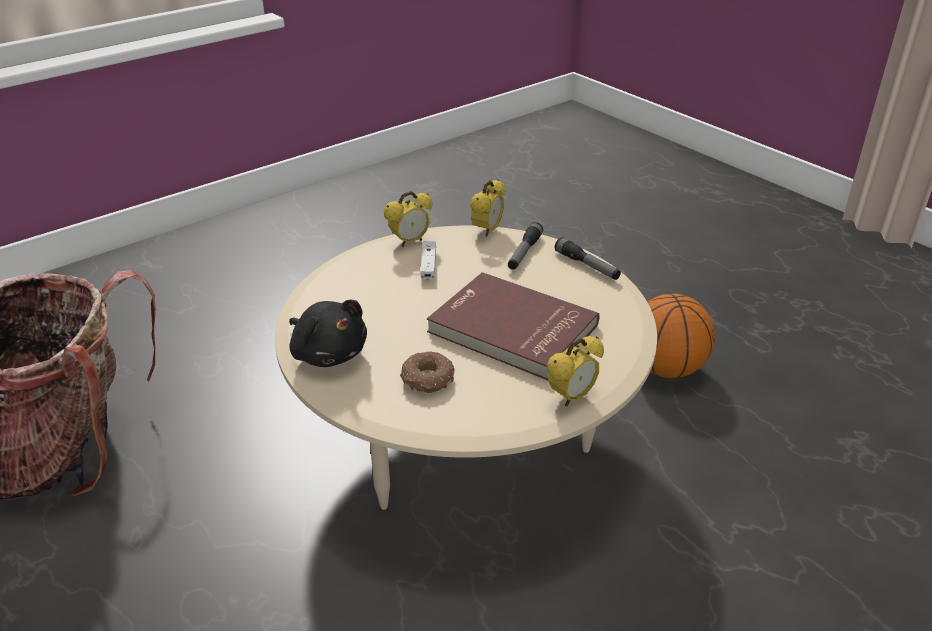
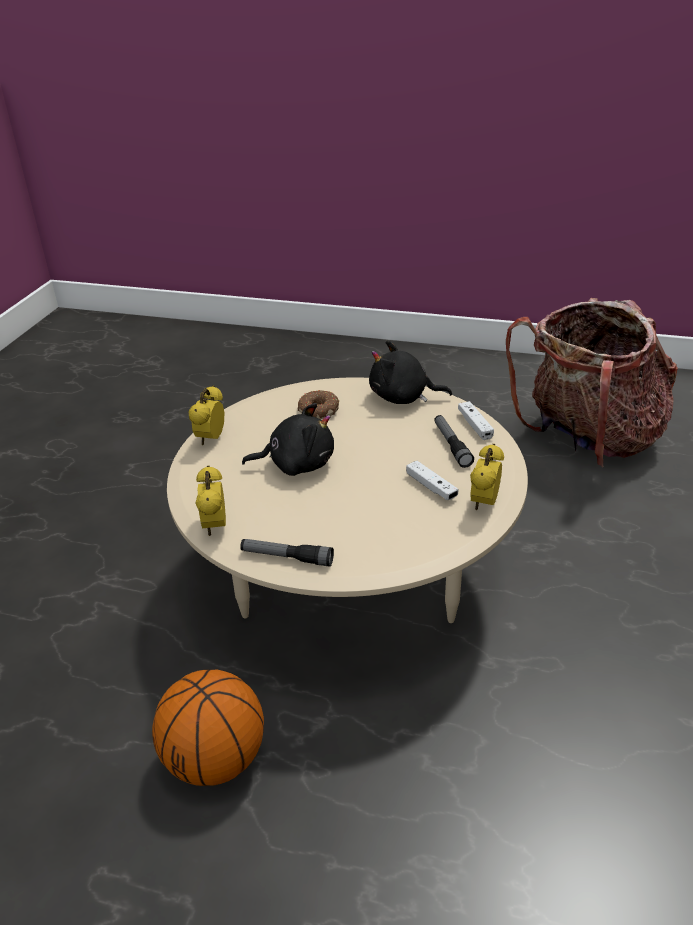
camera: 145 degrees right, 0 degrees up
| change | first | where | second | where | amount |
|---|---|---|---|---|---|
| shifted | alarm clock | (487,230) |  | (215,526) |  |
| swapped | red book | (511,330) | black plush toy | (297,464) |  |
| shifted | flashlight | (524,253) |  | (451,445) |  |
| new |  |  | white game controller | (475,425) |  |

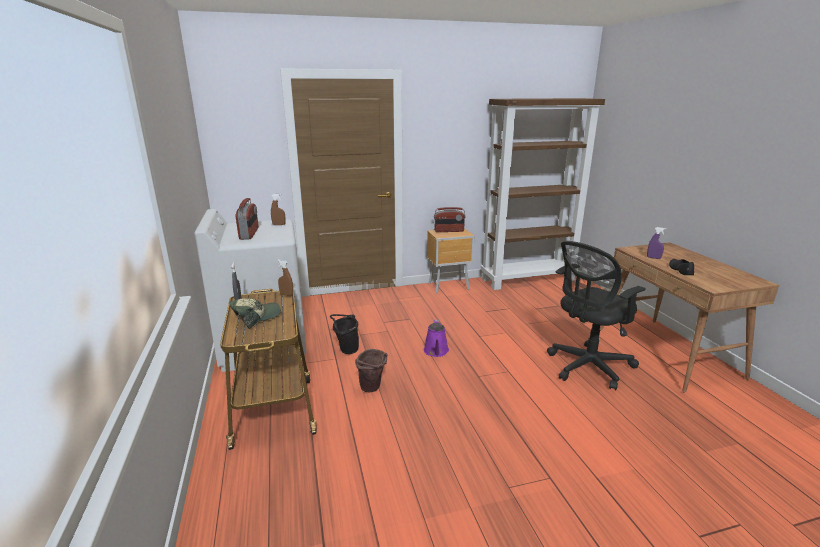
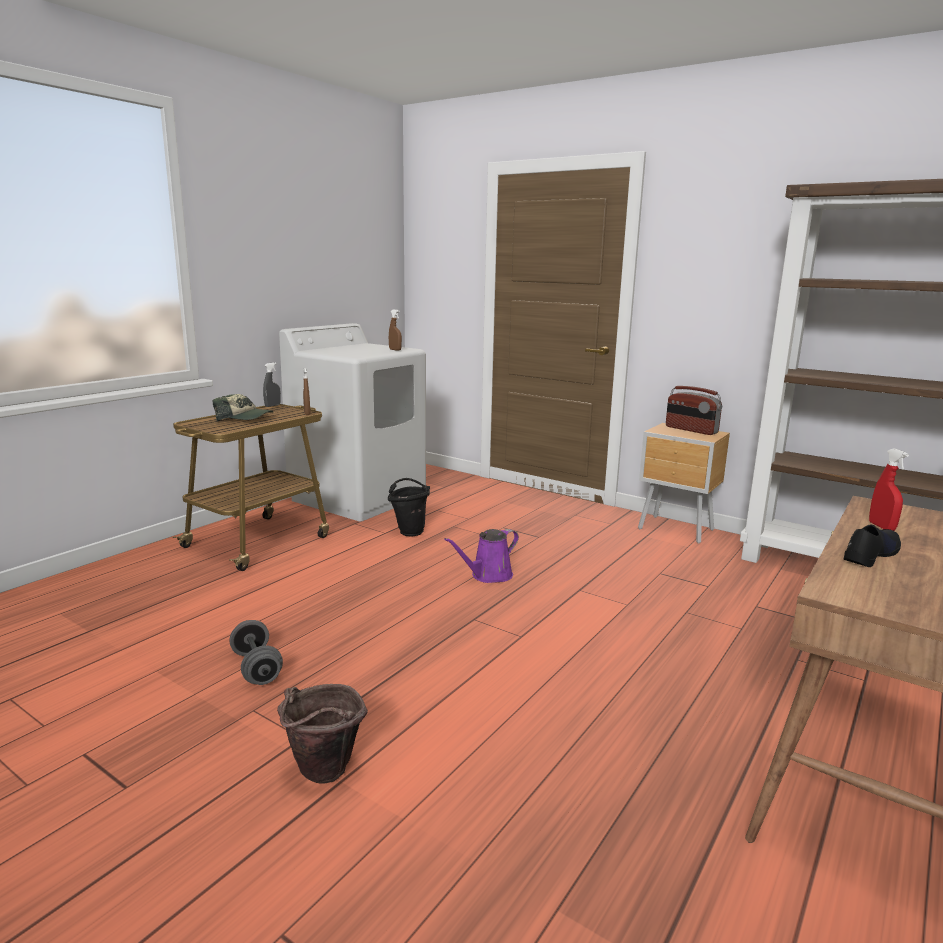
camera: 50 degrees right, 5 degrees down
| change | first | where | second | where | amount |
|---|---|---|---|---|---|
| new |  |  | grey dumbbell | (256,668) |  |
| shifted | brown bucket | (372,389) |  | (322,776) |  |
| repainted | purple spray bottle | (653,258) | red spray bottle | (881,527) |  |
| gone | radio | (249,234) |  |  |  |
| gone | black office chair | (586,367) |  |  |  |

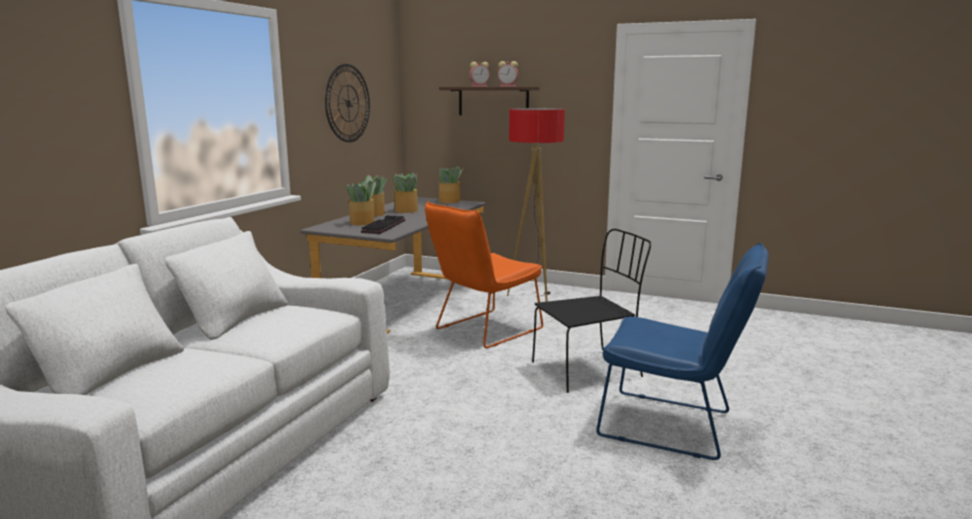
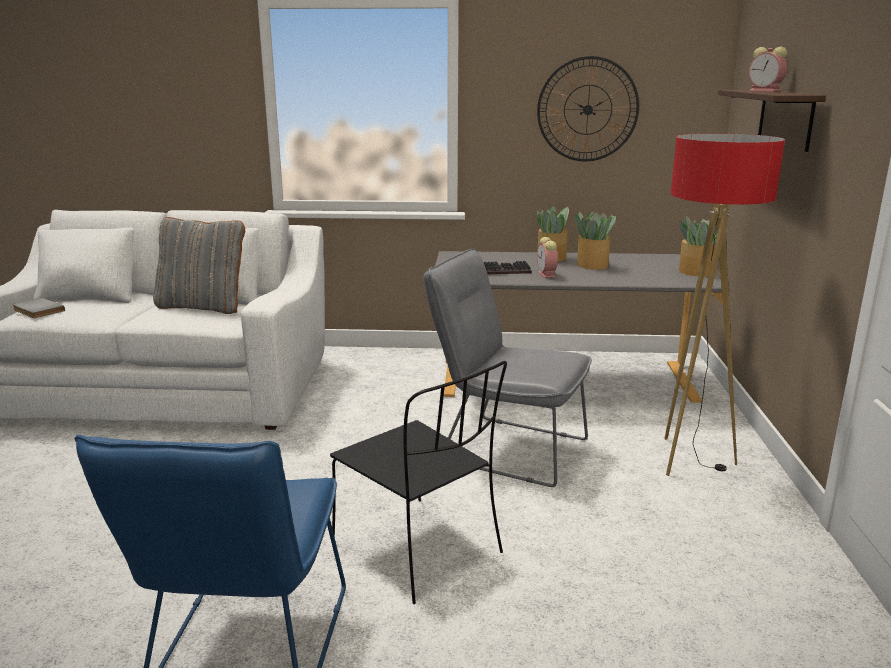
camera: 70 degrees right, 5 degrees up
| change | first | where | second | where | amount |
|---|---|---|---|---|---|
| new |  |  | grey book | (37,310) |  |
| new |  |  | grey pillow | (203,307) |  |
| repainted | orange chair | (483,330) | grey chair | (505,448) |  |
| shifted | alarm clock | (508,86) |  | (547,275) |  |
| gone | potted plant | (363,222) |  |  |  |

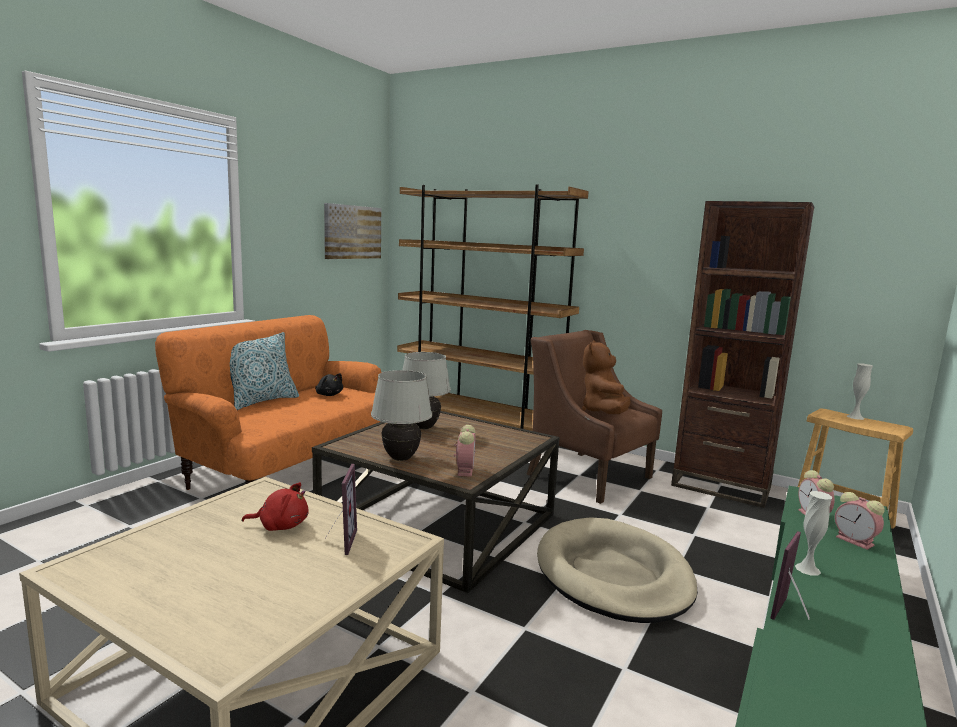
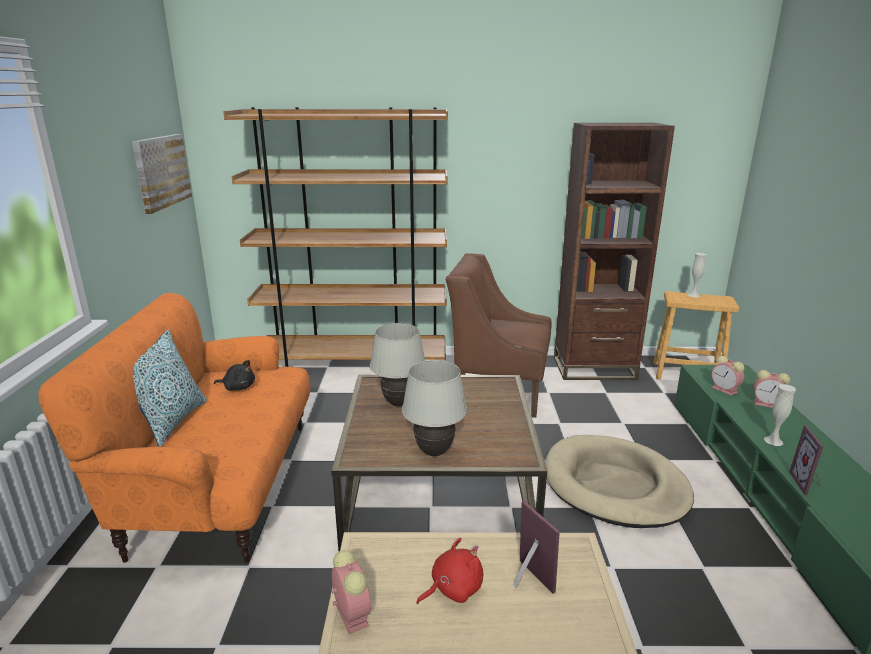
camera: 30 degrees left, 10 degrees up
| change | first | where | second | where | amount |
|---|---|---|---|---|---|
| shifted | alarm clock | (465,470) |  | (350,613) |  |
| gone | brown plush toy | (604,412) |  |  |  |

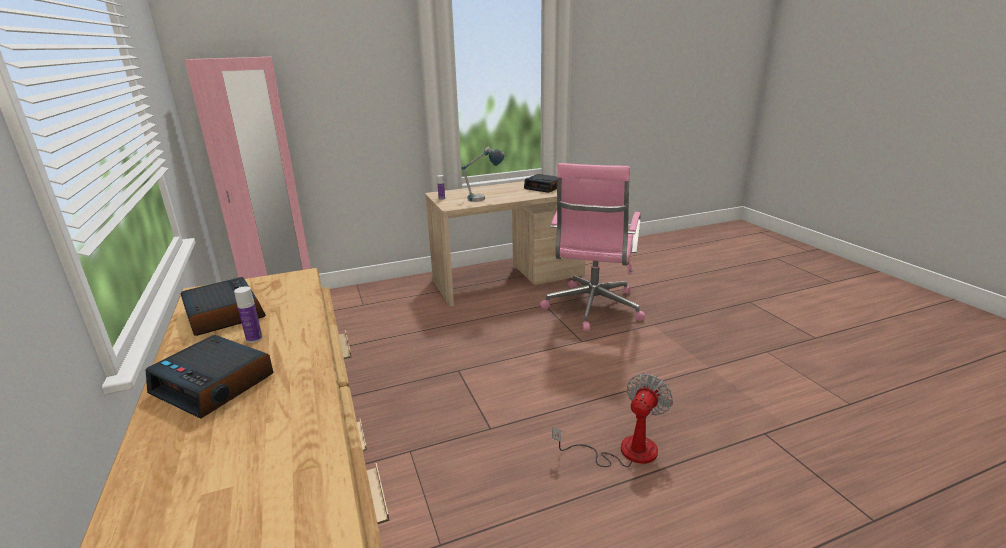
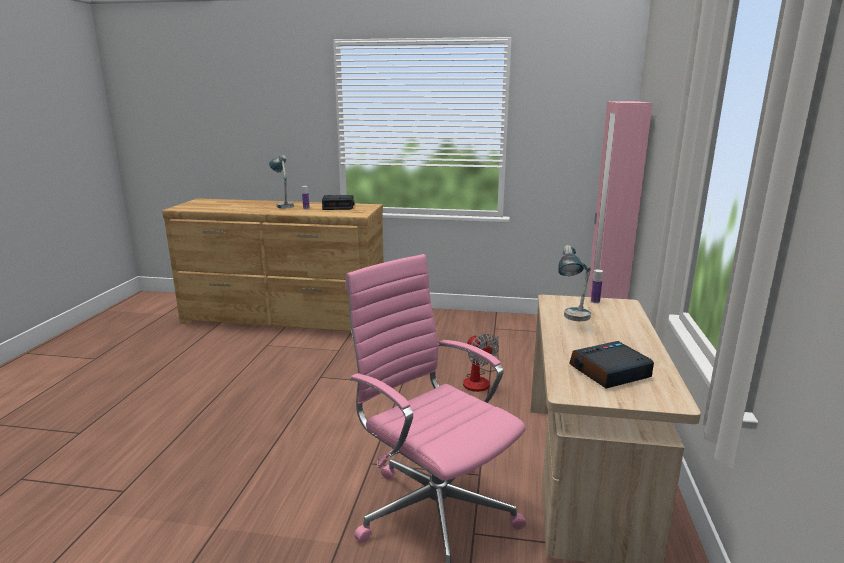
camera: 120 degrees right, 5 degrees down
| change | first | where | second | where | amount |
|---|---|---|---|---|---|
| swapped | alarm clock | (215,384) | table lamp | (283,205) |  |
| shifted | fan | (624,451) |  | (480,380) |  |

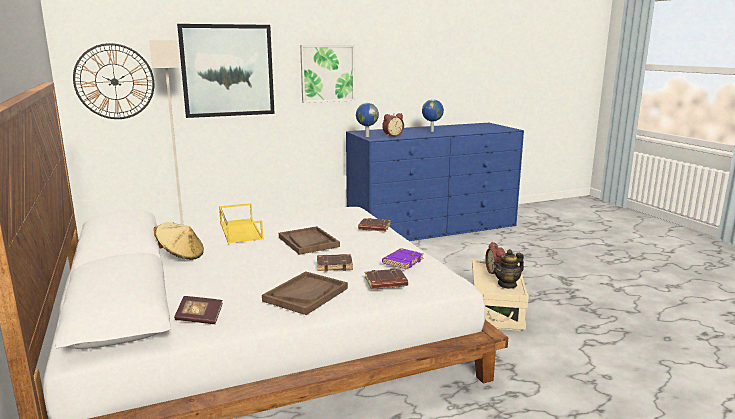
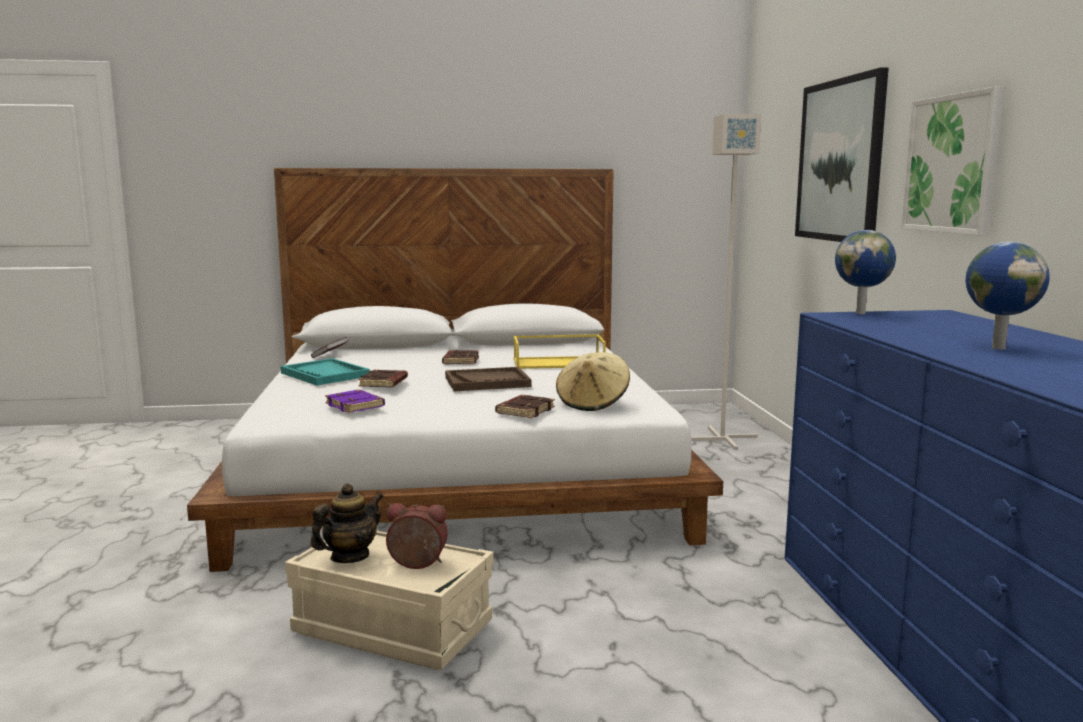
camera: 105 degrees right, 5 degrees down
| change | first | where | second | where | amount |
|---|---|---|---|---|---|
| repainted | brown tray | (306,294) | turquoise tray | (325,374) |  |
| rotated | teapot | (507,284) |  | (349,557) | 60 degrees clockwise |
| shifted | brown book | (385,283) |  | (460,361) |  |
| shifted | beige hat | (181,256) |  | (593,403) |  |
| gone | wall clock | (114,81) |  |  |  |
| gone | alarm clock | (392,135) |  |  |  |

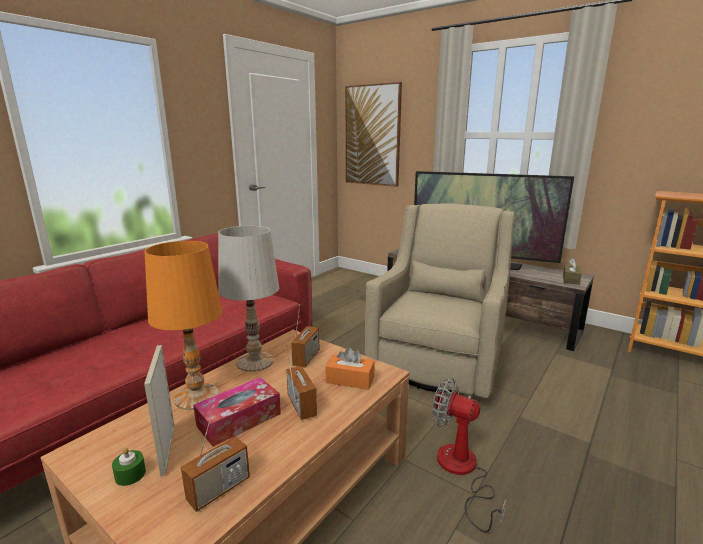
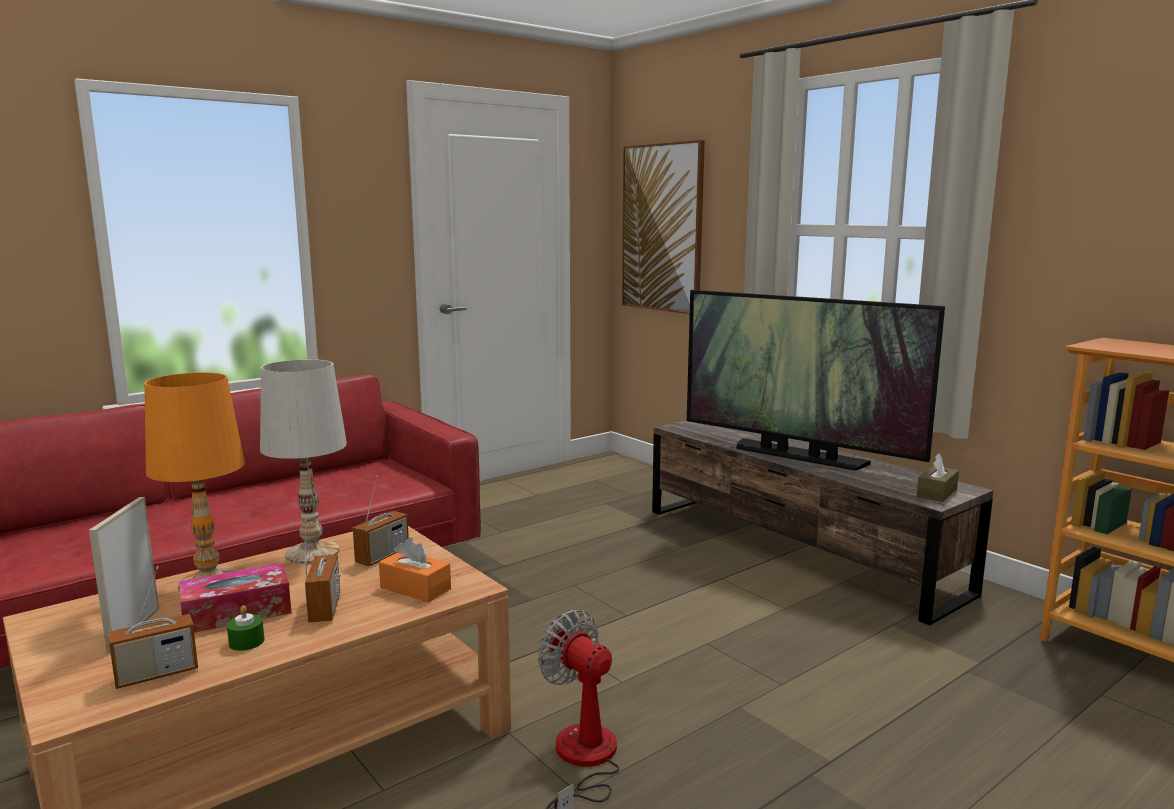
camera: 15 degrees right, 5 degrees down
| change | first | where | second | where | amount |
|---|---|---|---|---|---|
| shifted | green candle | (130,475) |  | (246,642) |  |
| gone | beige armchair | (438,363) |  |  |  |

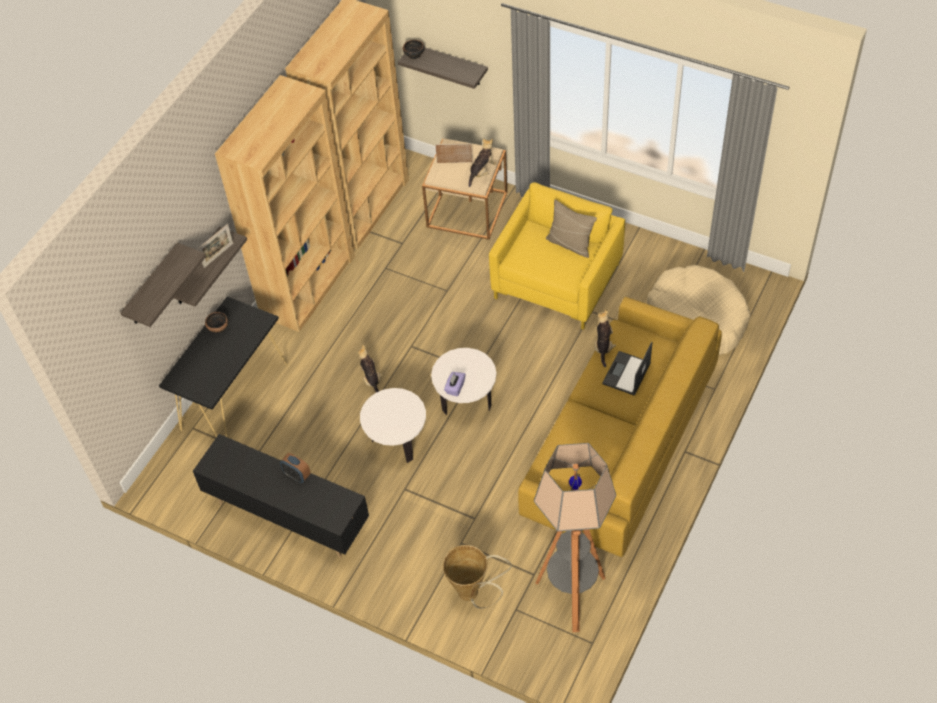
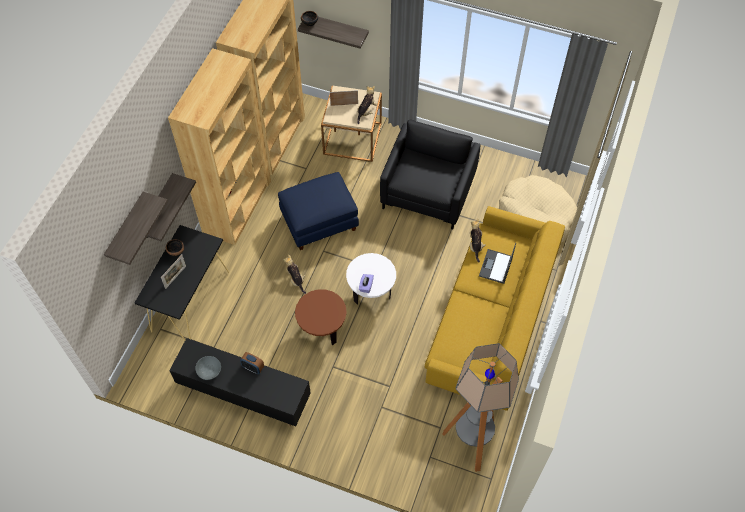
camera: 10 degrees left, 5 degrees up
| change | first | where | second | where | amount |
|---|---|---|---|---|---|
| shifted | picture frame | (218,255) |  | (175,277) |  |
| new |  |  | grey bowl | (209,371) |  |
| new |  |  | blue ottoman | (319,222) |  |
| repainted | white side table | (397,442) | brown side table | (322,329) |  |
| repainted | yellow armchair | (557,281) | black armchair | (428,192) |  |
| gone | basket | (473,594) |  |  |  |
| gone | beige pillow | (570,244) |  |  |  |

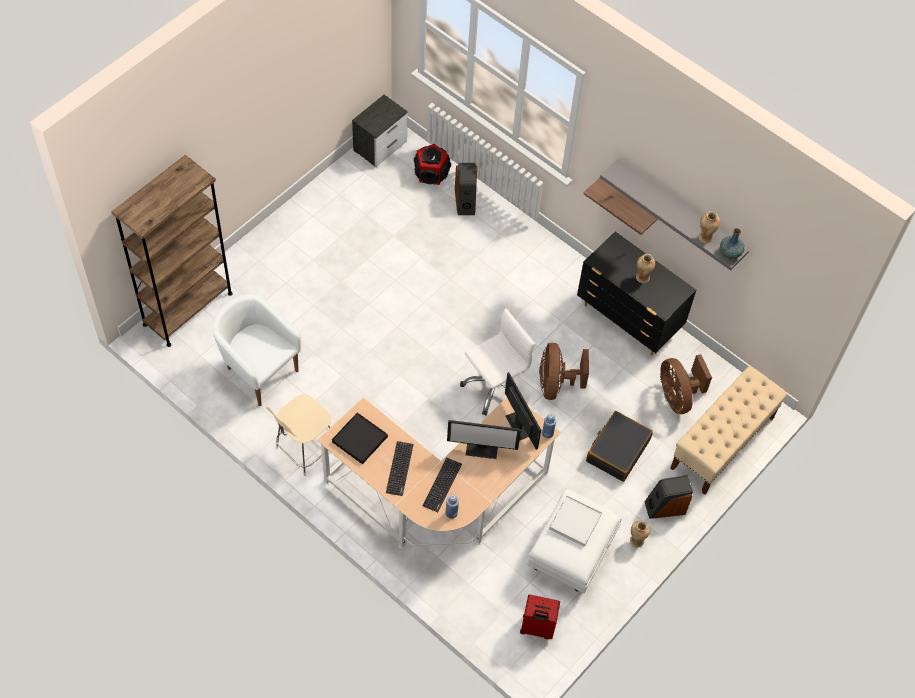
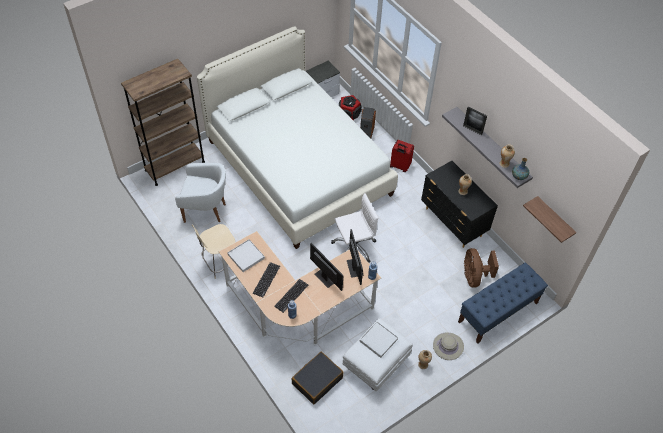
camera: 15 degrees right, 5 degrees down
| change | first | where | second | where | amount |
|---|---|---|---|---|---|
| rotated | white armchair | (258,372) |  | (206,210) | 135 degrees clockwise |
| new |  |  | white bed | (298,167) |  |
| repainted | black tray | (360,439) | white tray | (246,256) |  |
| shifted | black suitcase | (617,450) |  | (317,380) |  |
| rotated | monitor | (482,448) |  | (325,277) | 150 degrees counterclockwise |
| shifted | red suitcase | (537,628) |  | (399,166) |  |
| swapped | speaker | (665,507) | beige hat | (448,346) |  |
| repainted | beige bench | (722,443) | blue bench | (498,312) |  |
| new |  |  | picture frame | (472,130) |  |
| shifted | shelf | (627,205) |  | (554,219) |  |
| gone | brown fan | (556,384) |  |  |  |

